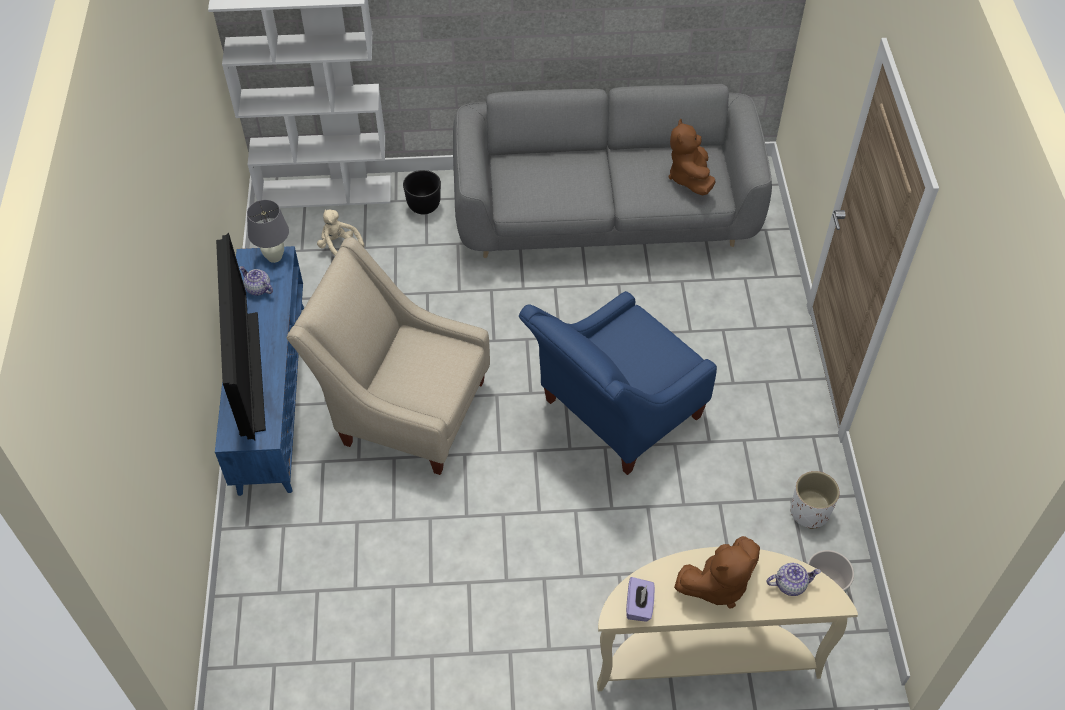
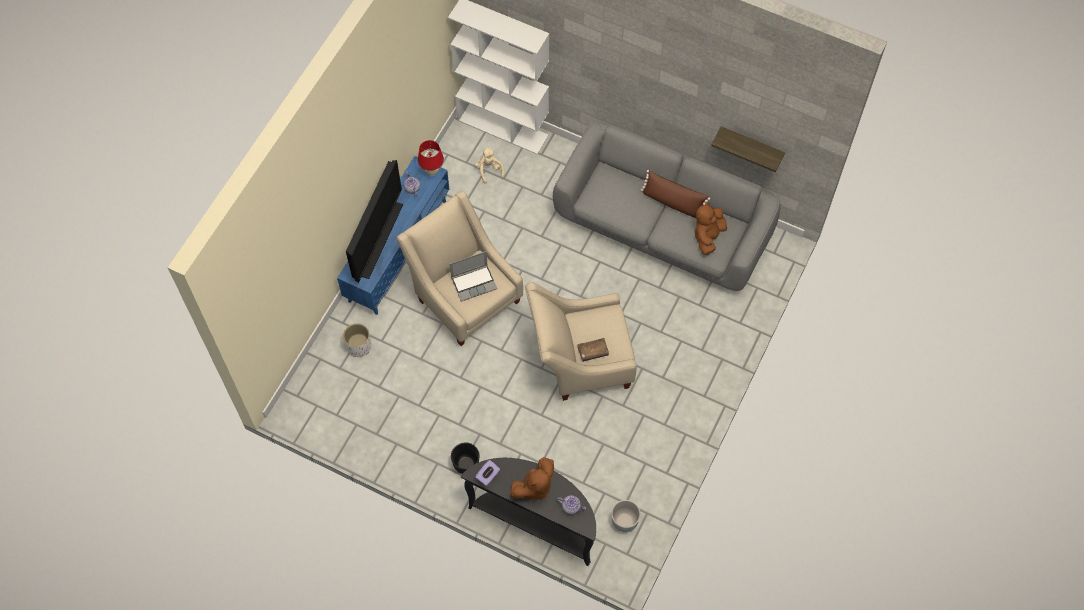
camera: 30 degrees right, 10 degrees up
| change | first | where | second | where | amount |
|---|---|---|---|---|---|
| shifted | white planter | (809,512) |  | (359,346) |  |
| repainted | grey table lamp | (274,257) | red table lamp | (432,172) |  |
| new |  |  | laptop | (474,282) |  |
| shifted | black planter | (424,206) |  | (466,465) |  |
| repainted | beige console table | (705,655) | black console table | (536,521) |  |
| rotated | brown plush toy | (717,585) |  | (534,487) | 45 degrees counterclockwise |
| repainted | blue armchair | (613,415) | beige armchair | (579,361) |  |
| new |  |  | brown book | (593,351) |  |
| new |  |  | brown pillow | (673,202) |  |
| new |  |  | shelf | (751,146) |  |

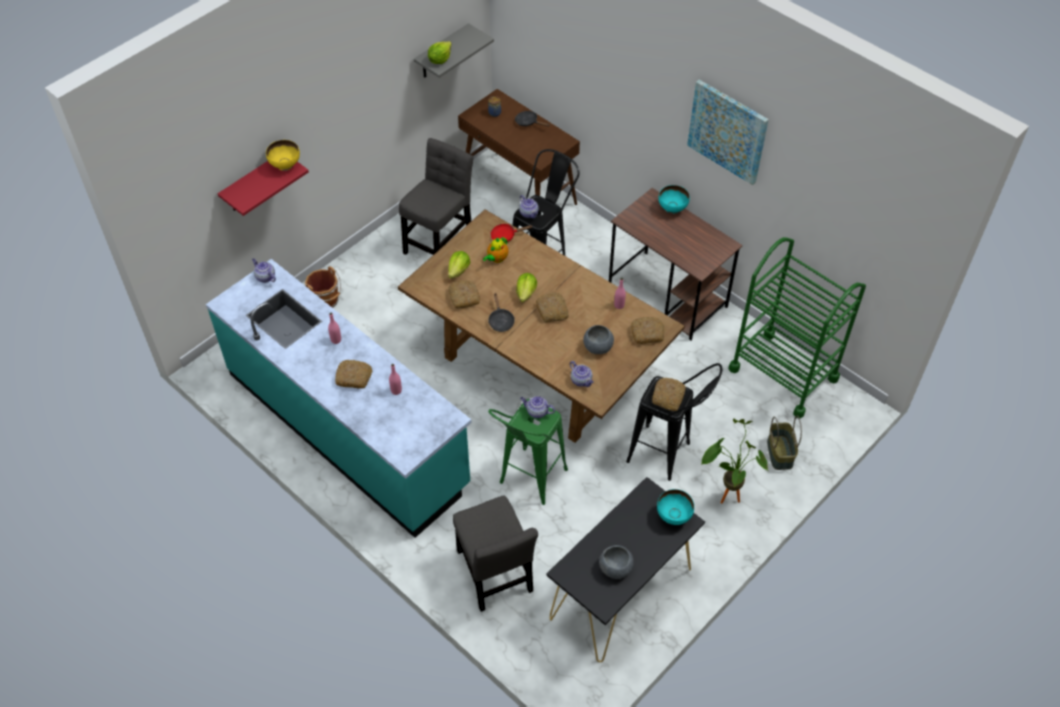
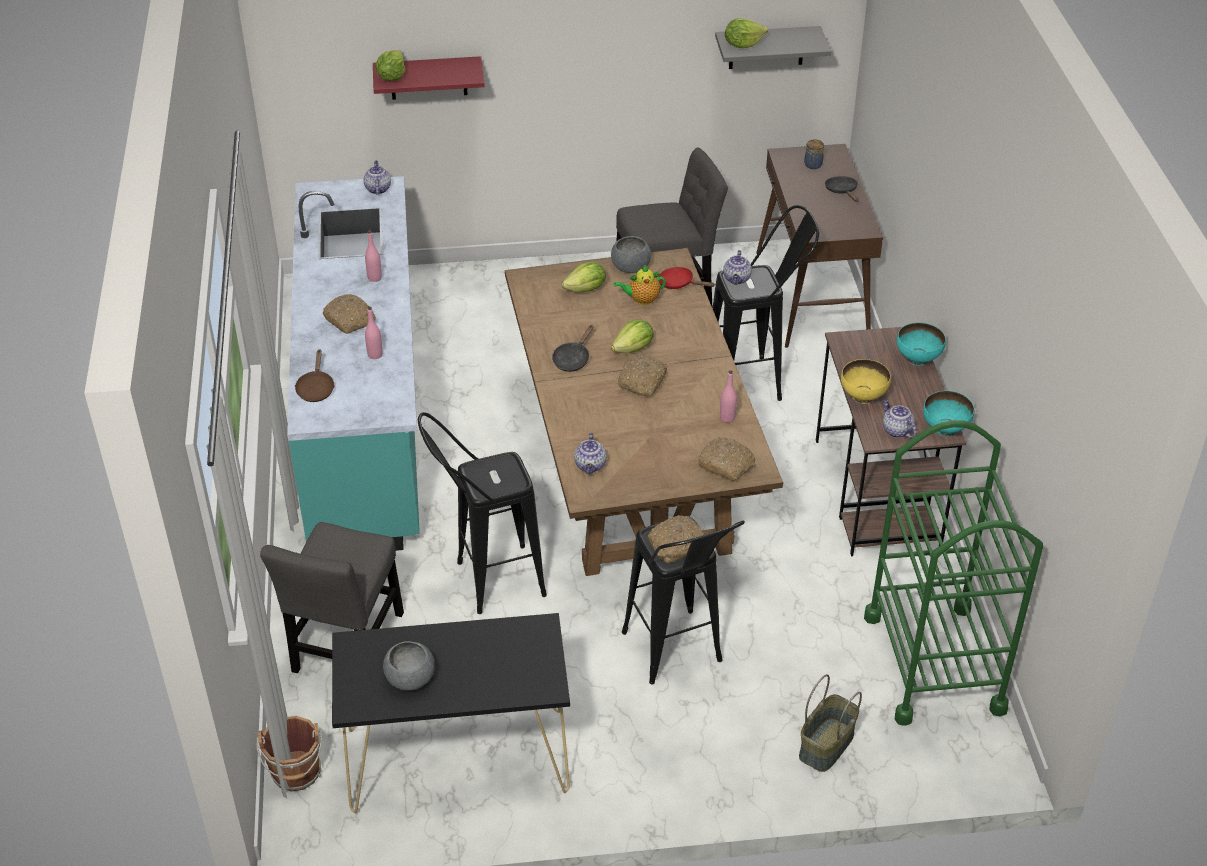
camera: 40 degrees right, 10 degrees down
| change | first | where | second | where | amount |
|---|---|---|---|---|---|
| shifted | brown bucket | (326,301) |  | (296,774) |  |
| new |  |  | brown frying pan | (316,388) |  |
| new |  |  | lettuce | (392,77) |  |
| repainted | green stool | (528,484) | black stool | (486,583) |  |
| shifted | grey bowl | (597,347) |  | (630,267) |  |
| shifted | yellow bowl | (285,166) |  | (863,397) |  |
| shifted | teapot | (536,412) |  | (896,430) |  |
| shifted | turquoise bowl | (673,516) |  | (945,429) |  |
| gone | bread | (463,297) |  |  |  |
| gone | picture | (727,131) |  |  |  |
| gone | potted plant | (725,495) |  |  |  |

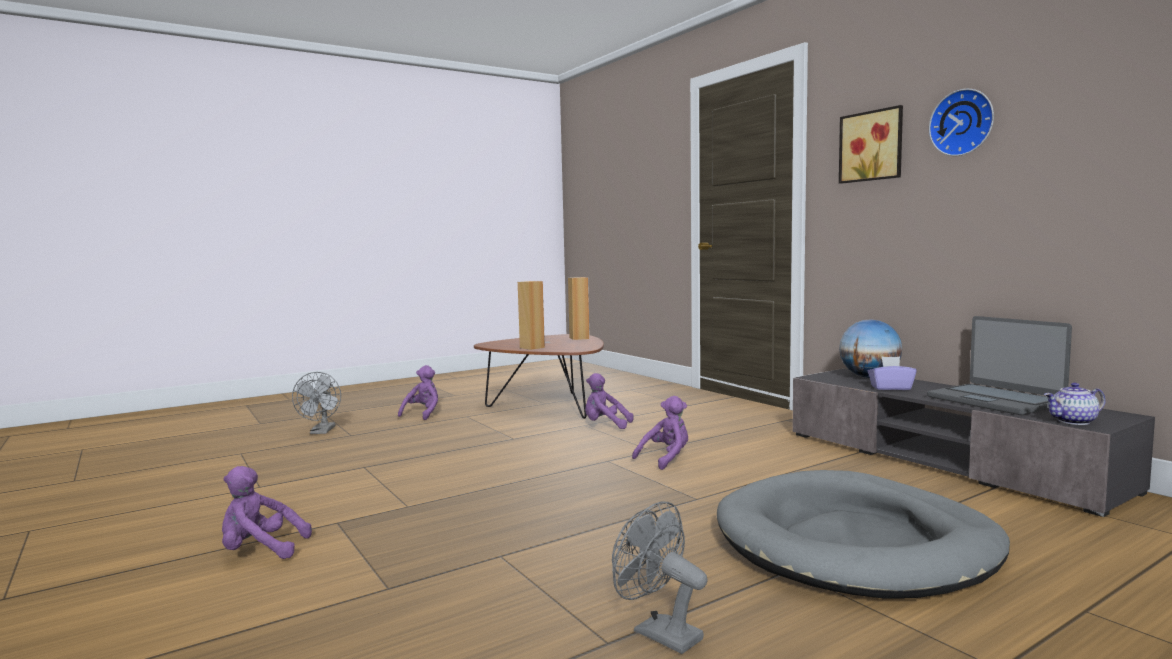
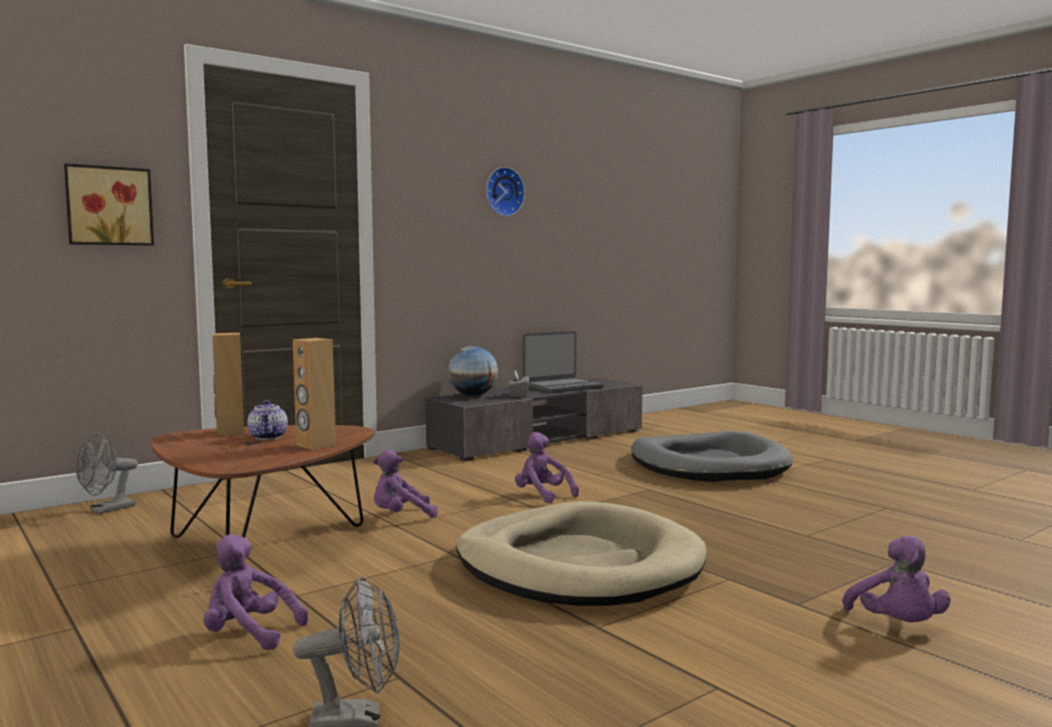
camera: 95 degrees left, 0 degrees up
| change | first | where | second | where | amount |
|---|---|---|---|---|---|
| shifted | picture | (872,146) |  | (109,206) |  |
| shifted | grey fan | (658,632) |  | (107,510) |  |
| shifted | teapot | (1074,422) |  | (269,437) |  |
| rotated | purple plush toy | (605,425) |  | (401,516) | 60 degrees clockwise |
| new |  |  | beige dog bed | (578,565) |  |
| repainted | purple tissue box | (890,388) | grey tissue box | (518,395) |  |

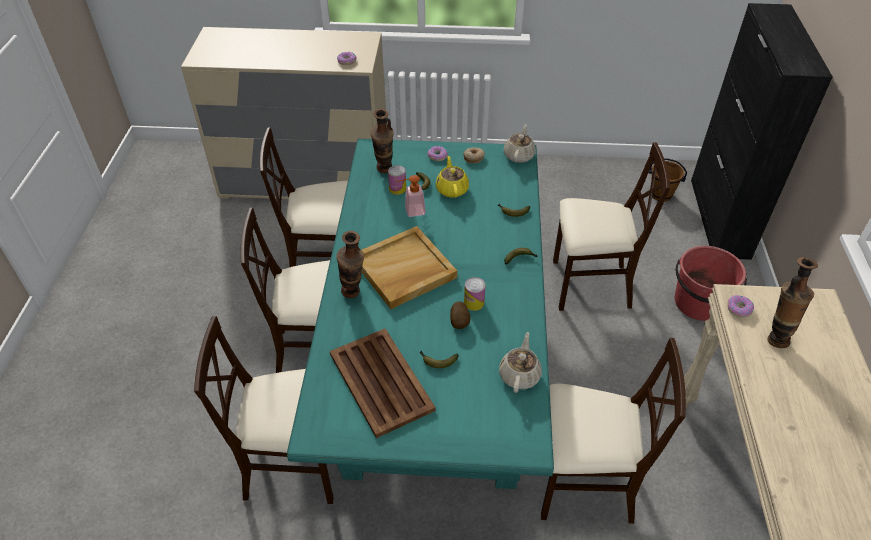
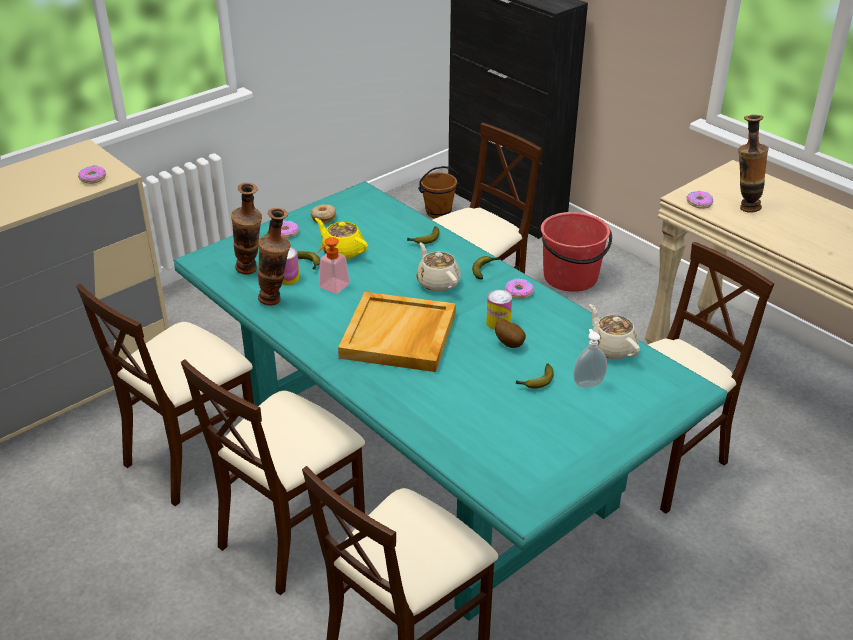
camera: 45 degrees left, 10 degrees down
| change | first | where | second | where | amount |
|---|---|---|---|---|---|
| shifted | vase | (353,296) |  | (277,301) |  |
| shifted | beige teapot | (519,155) |  | (437,282) |  |
| new |  |  | donut | (518,292) |  |
| new |  |  | soap dispenser | (587,383) |  |
| gone | brown tray | (380,380) |  |  |  |

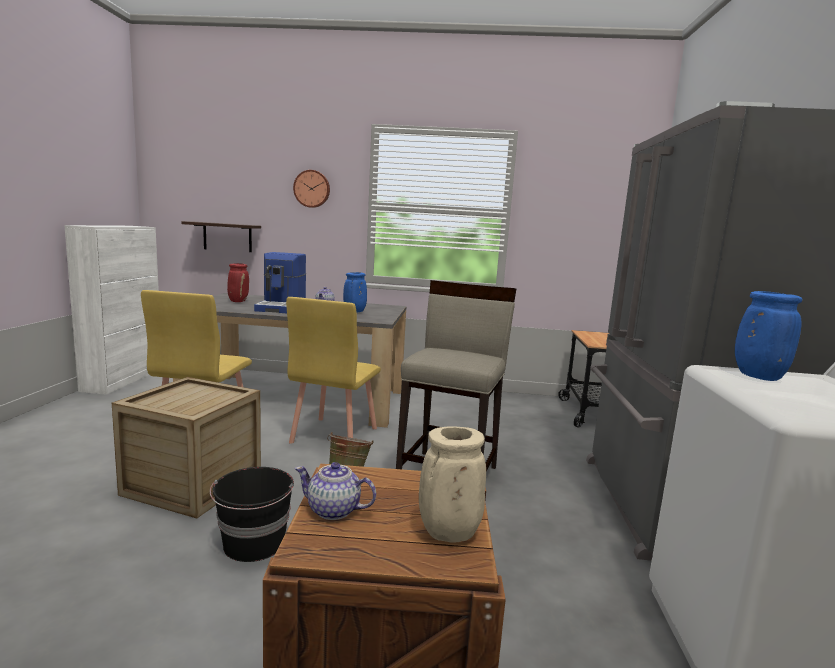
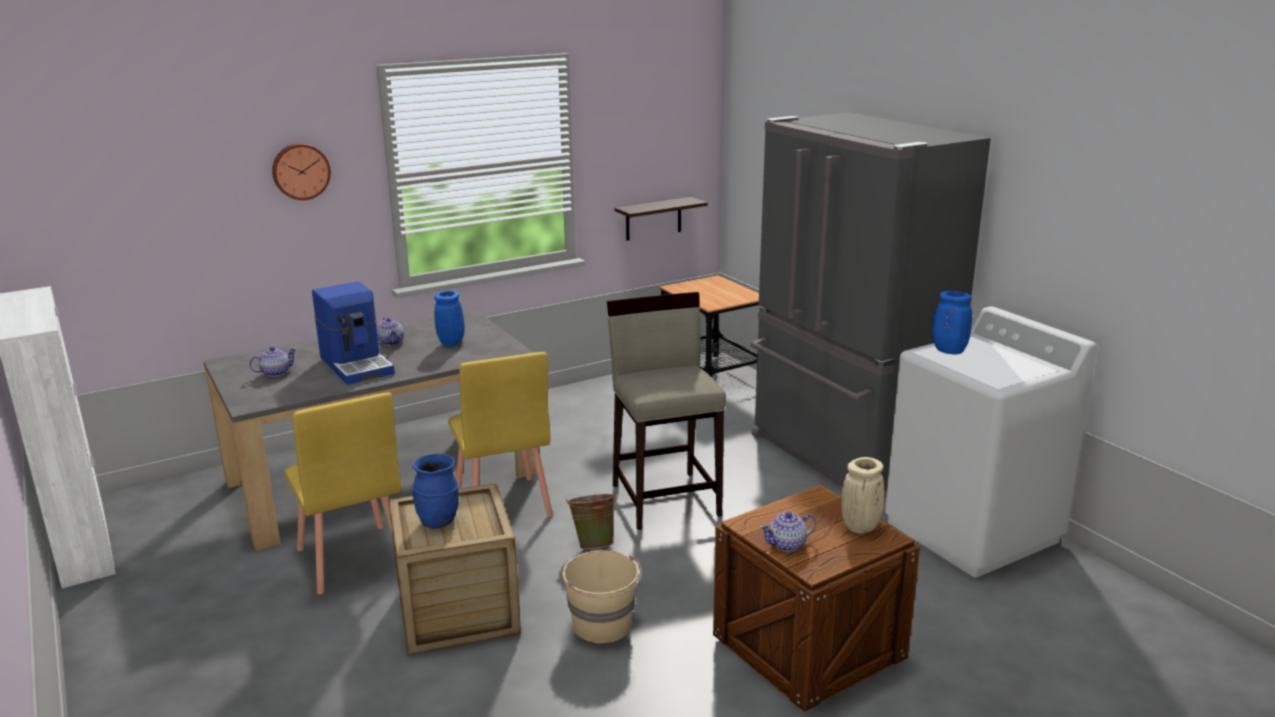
camera: 35 degrees left, 10 degrees up
| change | first | where | second | where | amount |
|---|---|---|---|---|---|
| swapped | red vase | (238,301) | teapot | (275,372) |  |
| new |  |  | blue vase | (438,522) |  |
| repainted | black bucket | (254,544) | beige bucket | (603,625) |  |
| shifted | shelf | (227,237) |  | (653,219) |  |

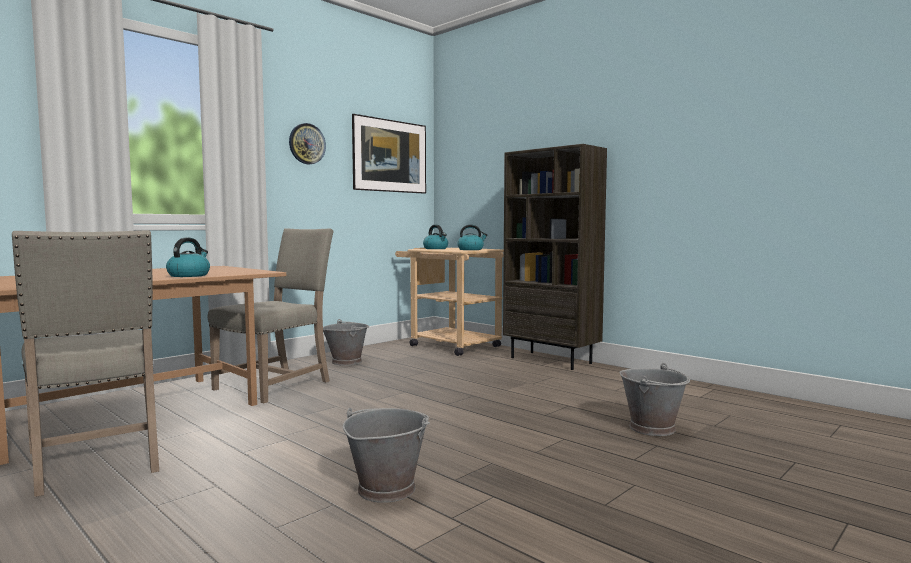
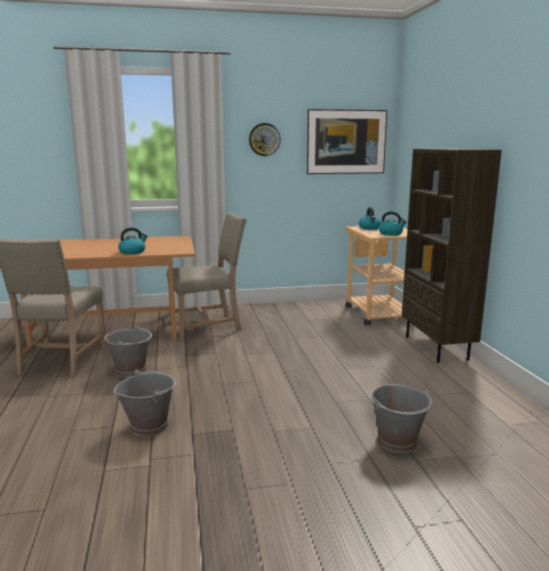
camera: 35 degrees right, 10 degrees up
| change | first | where | second | where | amount |
|---|---|---|---|---|---|
| shifted | grey bucket | (347,361) |  | (131,371) |  |

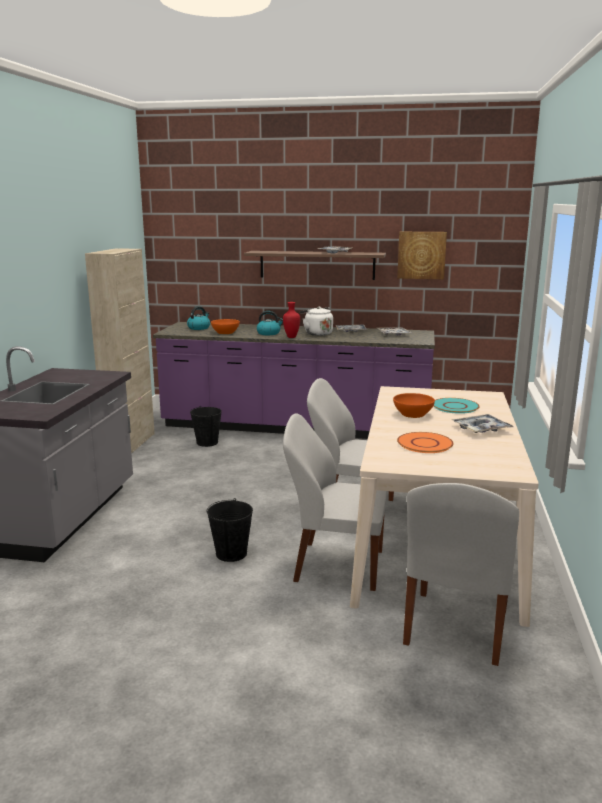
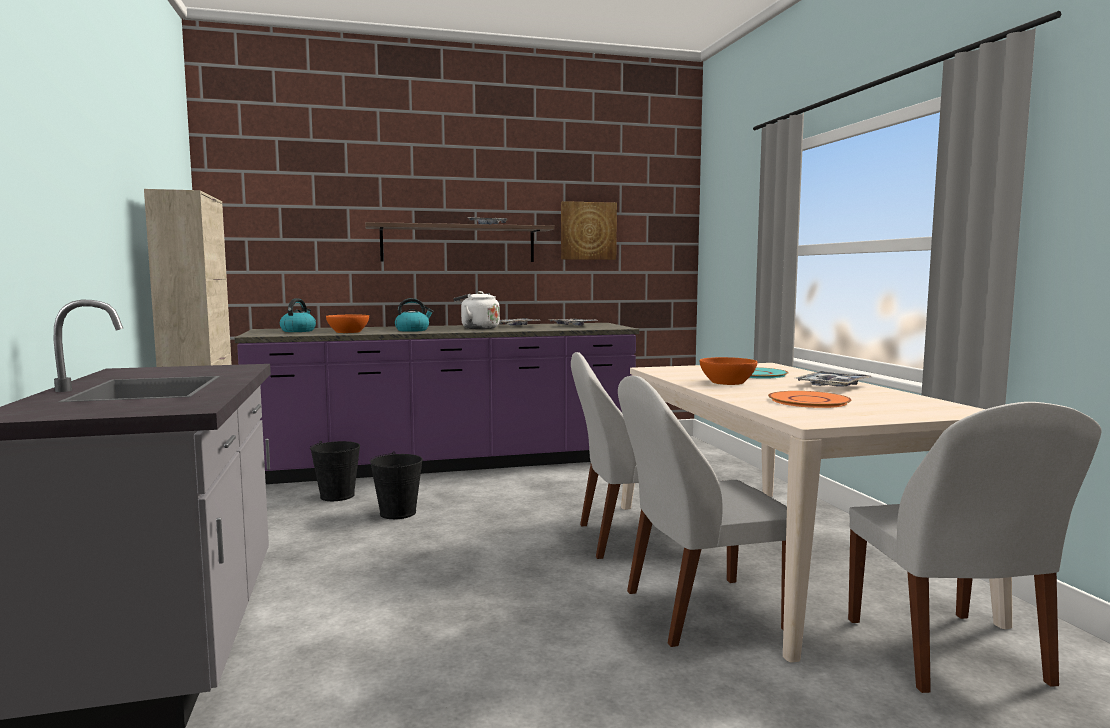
camera: 25 degrees left, 10 degrees down
| change | first | where | second | where | amount |
|---|---|---|---|---|---|
| shifted | black bucket | (231,553) |  | (398,513) |  |
| gone | red vase | (291,337) |  |  |  |

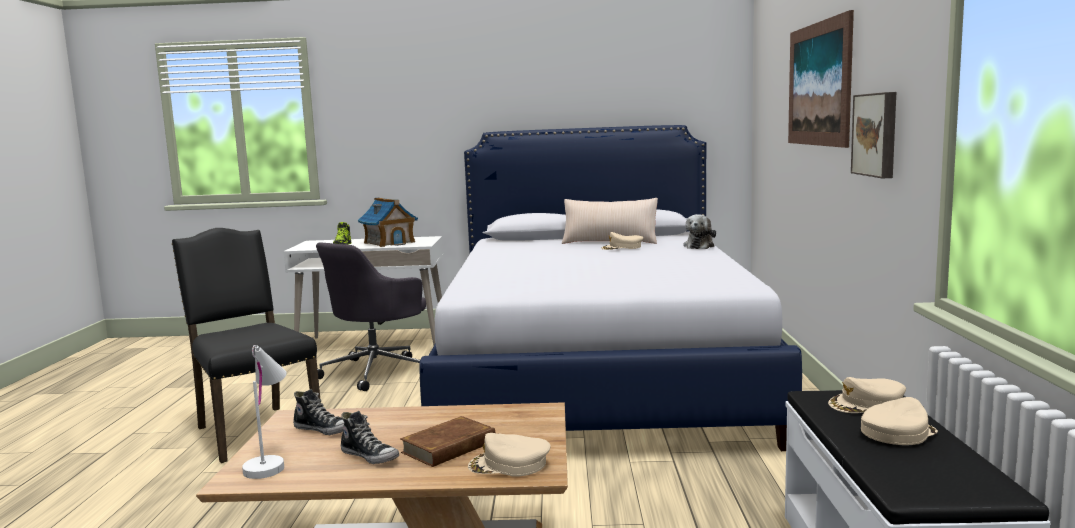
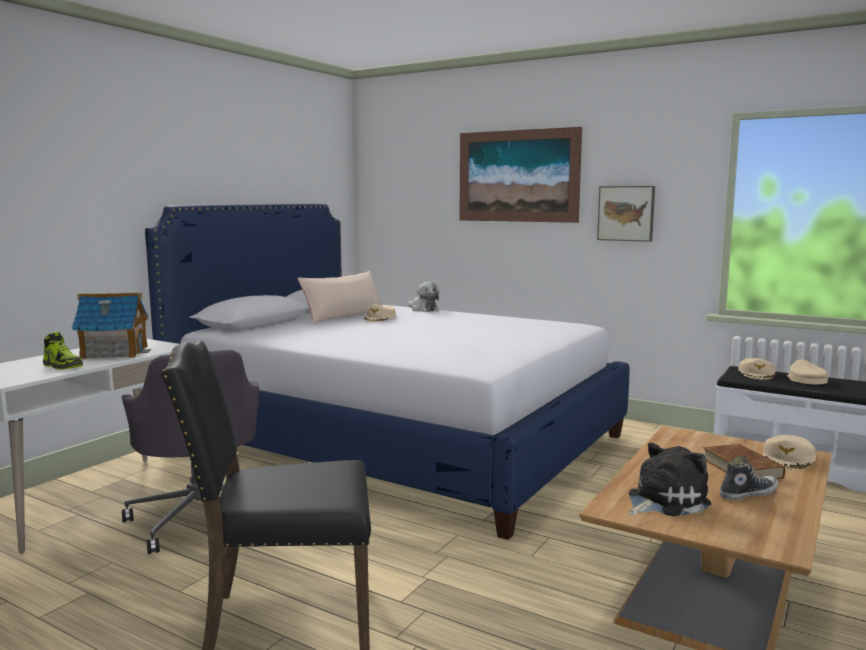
camera: 60 degrees left, 0 degrees up
| change | first | where | second | where | amount |
|---|---|---|---|---|---|
| swapped | shoe | (323,430) | plush toy | (664,501) |  |
| gone | white table lamp | (270,462) |  |  |  |

